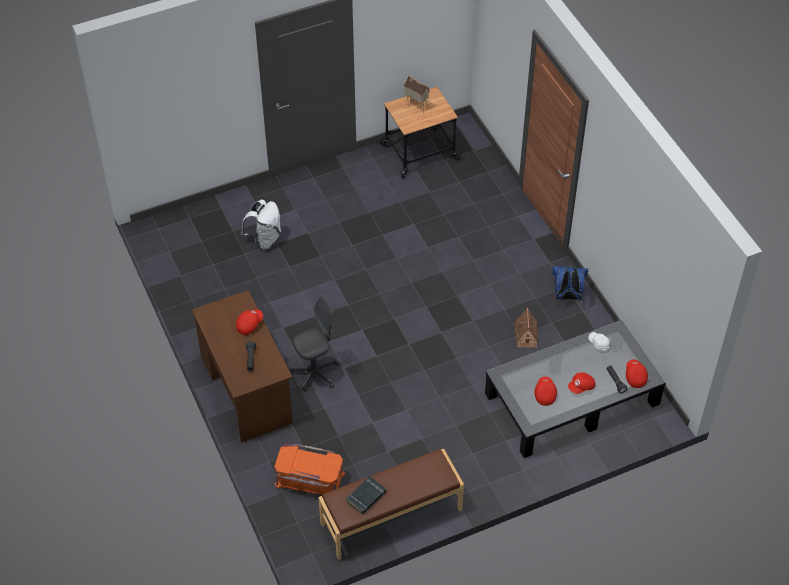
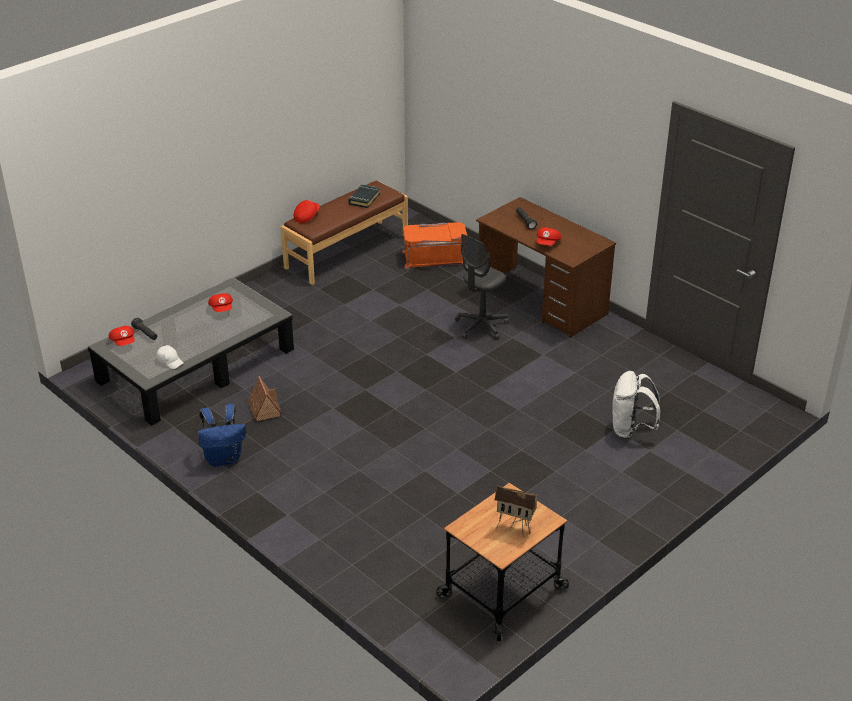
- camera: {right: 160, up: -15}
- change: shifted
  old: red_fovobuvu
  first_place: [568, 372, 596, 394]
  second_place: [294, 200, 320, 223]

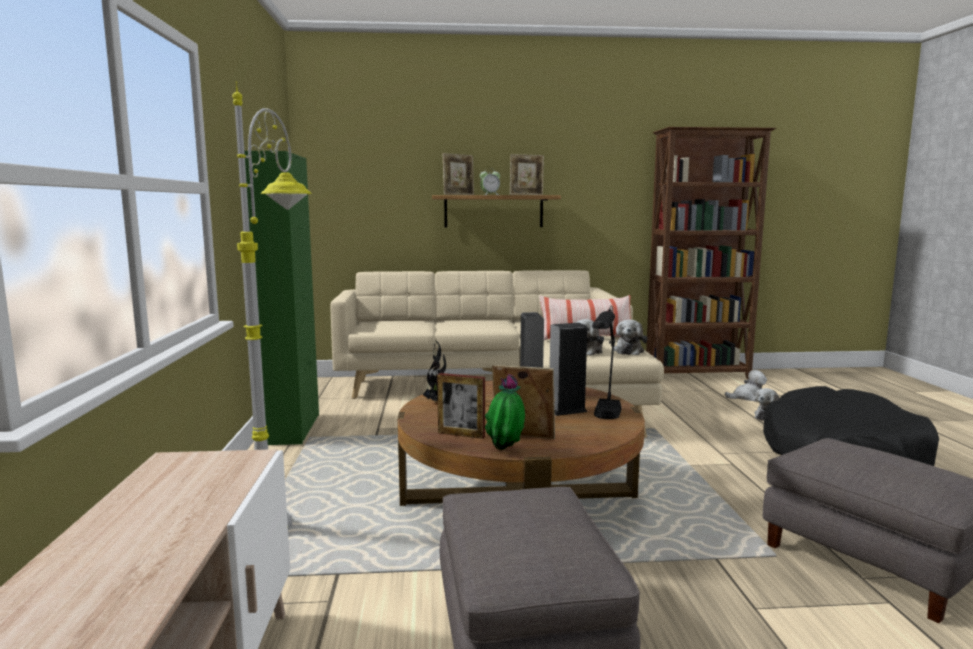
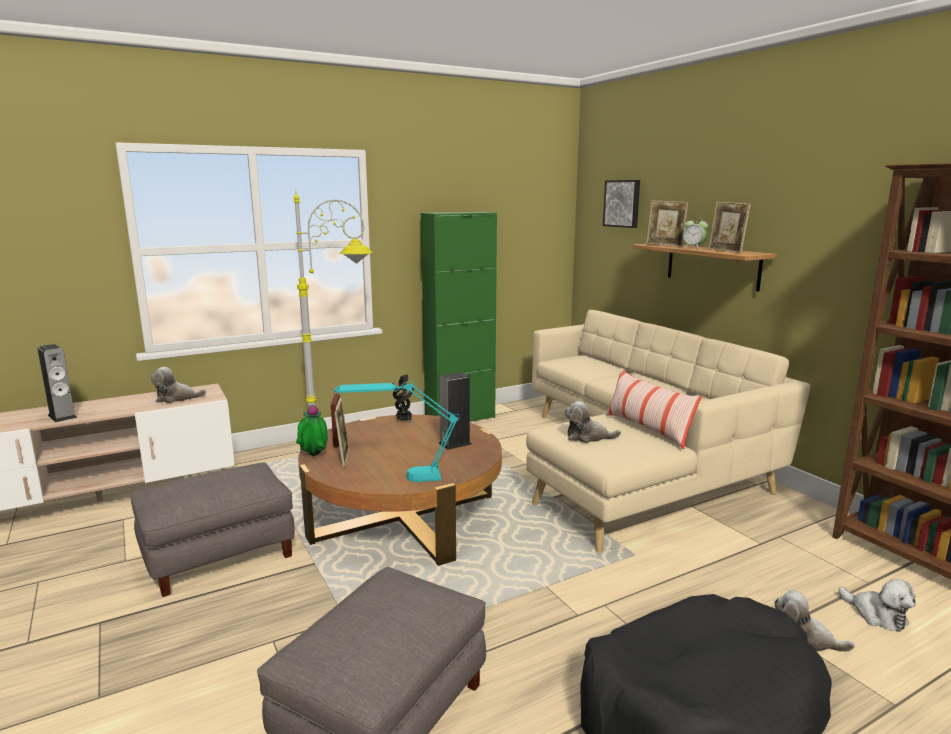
- camera: {right: 65, up: 5}
- change: shifted
  old: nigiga
  first_place: [550, 323, 587, 416]
  second_place: [37, 344, 77, 422]
- change: shifted
  old: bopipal
  first_place: [614, 319, 647, 355]
  second_place: [151, 367, 206, 403]
- change: repainted
  old: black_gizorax
  new: turquoise_gizorax
  first_place: [592, 306, 622, 419]
  second_place: [334, 381, 460, 482]
- change: new
  new: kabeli
  second_place: [603, 180, 640, 228]

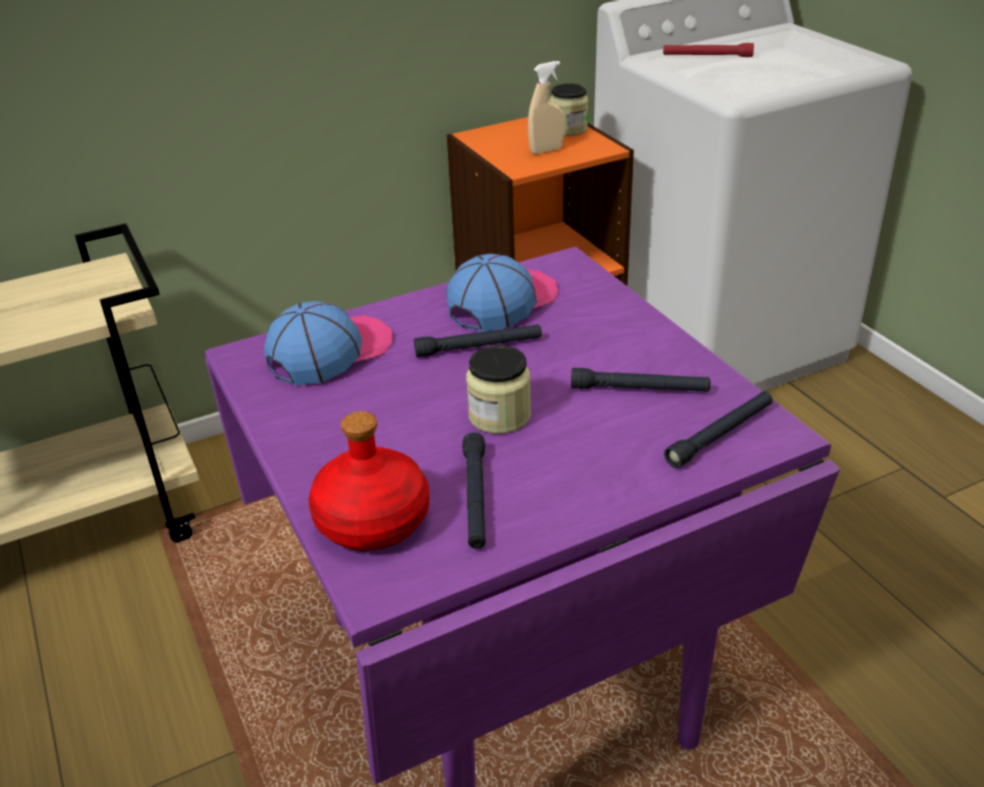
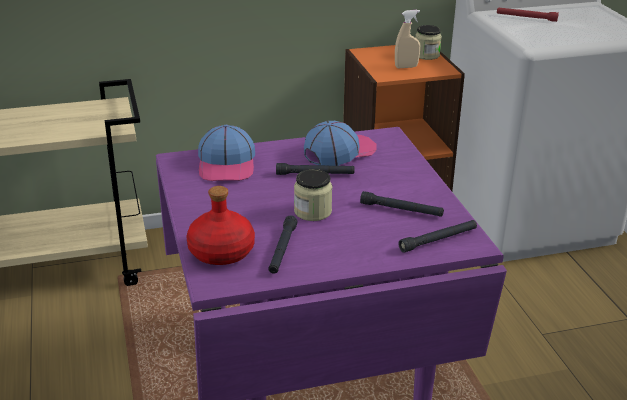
- camera: {right: 10, up: -5}
- change: rotated
  old: fovobuvu
  first_place: [264, 301, 392, 385]
  second_place: [198, 125, 255, 181]
  degrees: 120

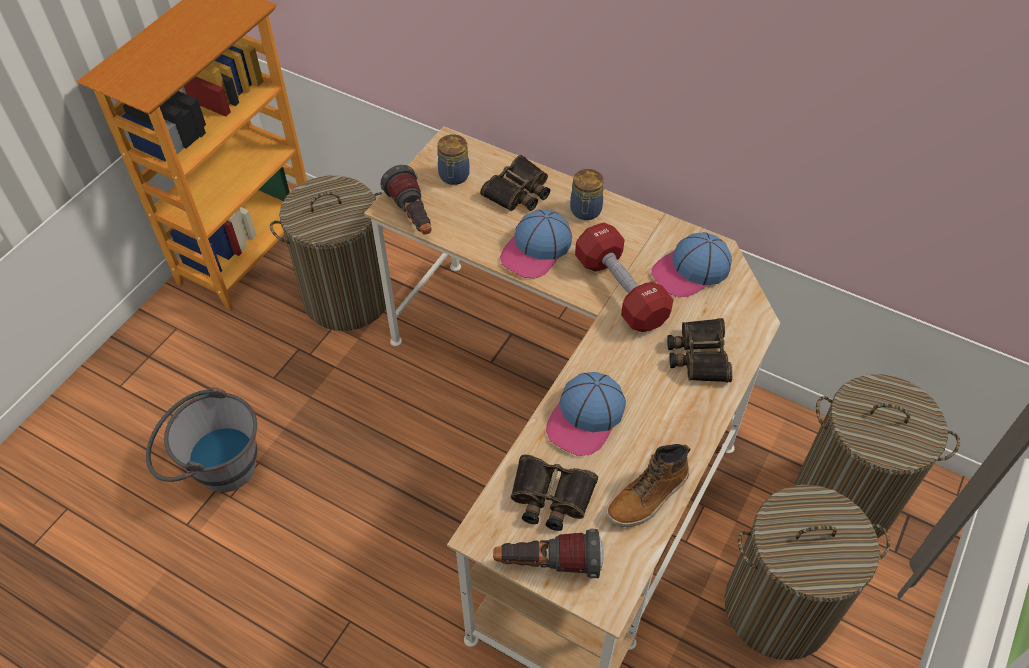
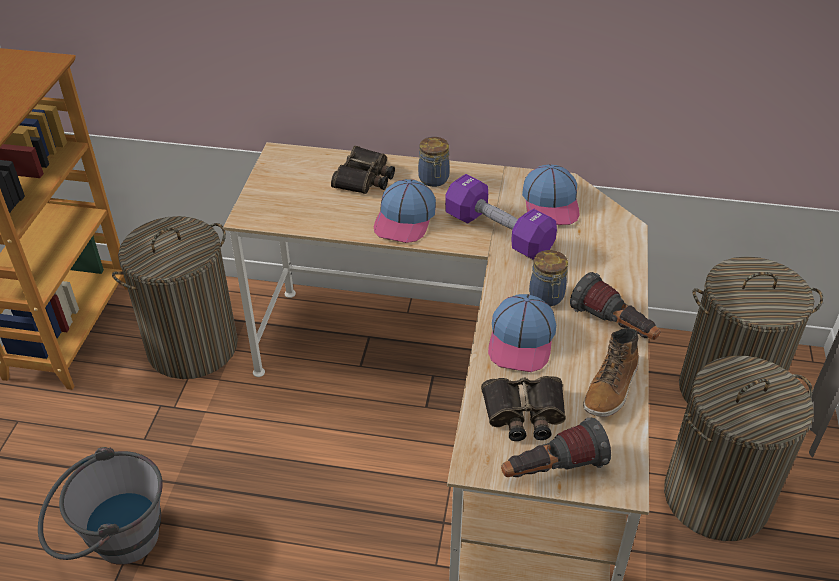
- camera: {right: -20, up: -10}
- change: repainted
  old: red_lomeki
  new: purple_lomeki
  first_place: [575, 222, 674, 332]
  second_place: [445, 174, 557, 260]
- change: rotated
  old: fovobuvu
  first_place: [651, 232, 732, 297]
  second_place: [522, 164, 580, 225]
  degrees: -45
- change: shifted
  old: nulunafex
  first_place: [437, 135, 470, 185]
  second_place: [529, 250, 568, 306]
- change: shifted
  old: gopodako
  first_place: [381, 165, 432, 235]
  second_place: [570, 272, 660, 340]
- change: gone
  old: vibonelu
  first_place: [667, 318, 733, 382]

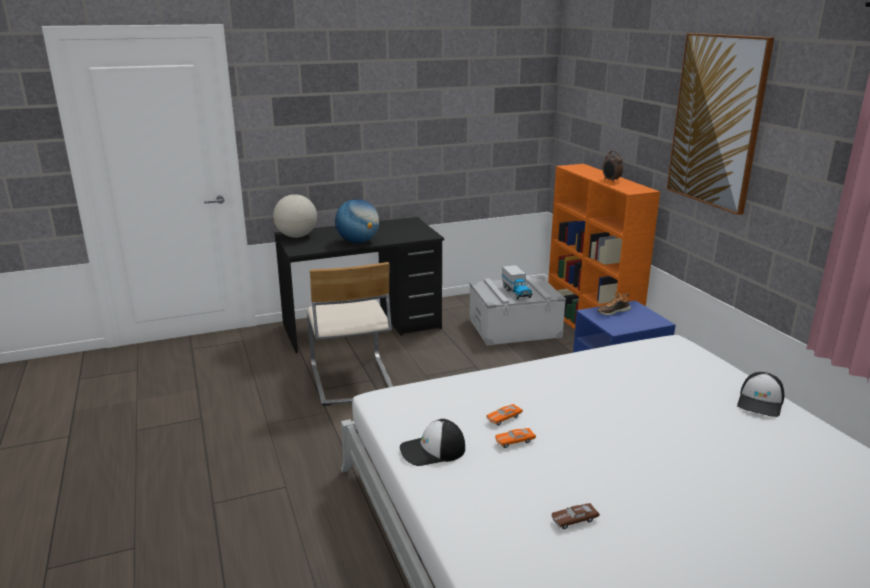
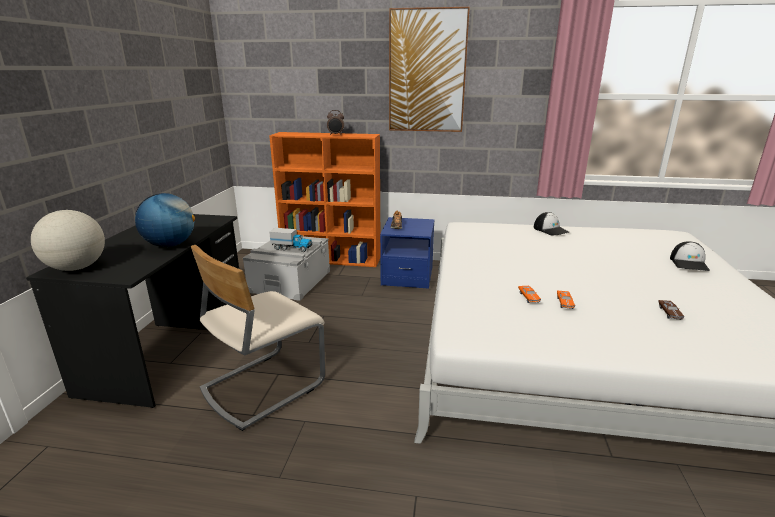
- camera: {right: -60, up: 0}
- change: rotated
  old: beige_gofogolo
  first_place: [307, 262, 393, 406]
  second_place: [191, 245, 325, 431]
  degrees: 120
- change: shifted
  old: fovobuvu
  first_place: [400, 419, 465, 466]
  second_place: [670, 241, 710, 271]

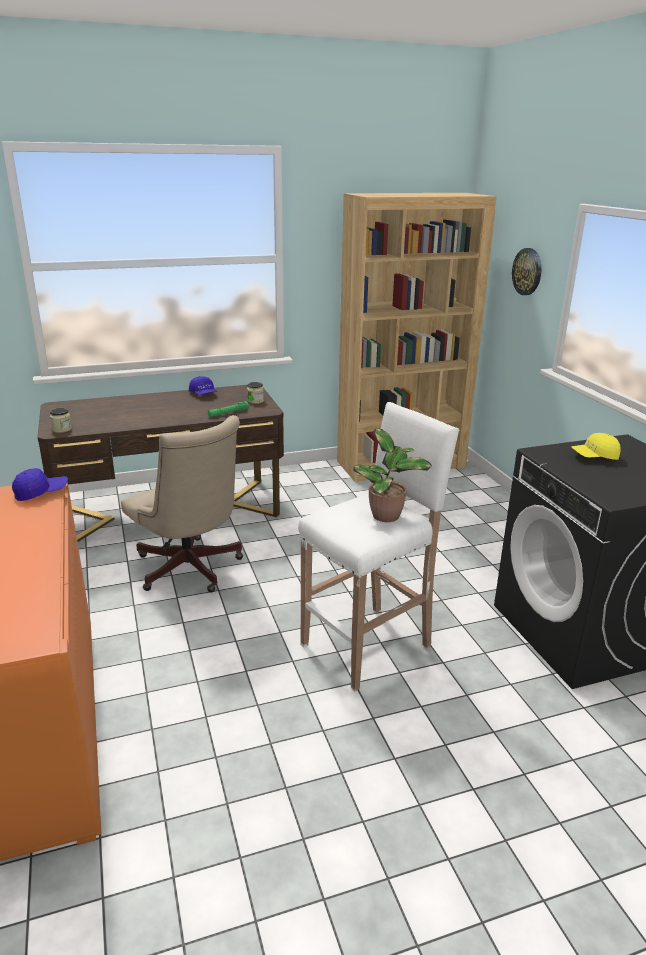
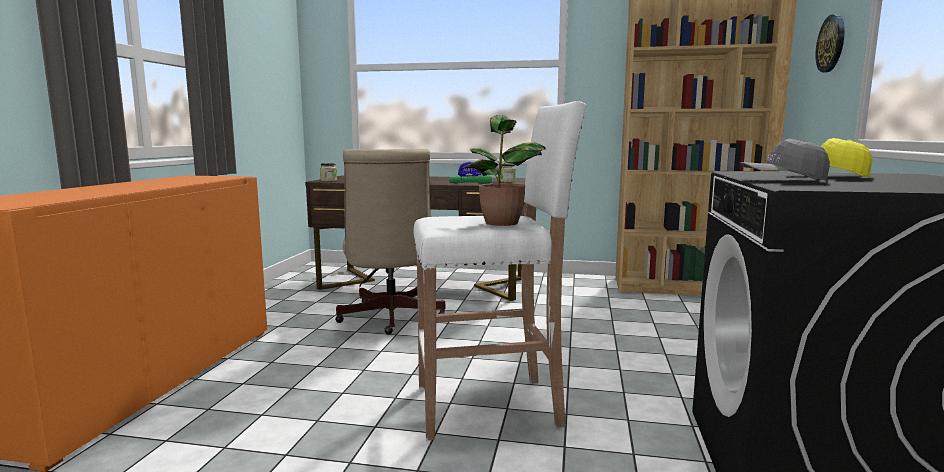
- camera: {right: 30, up: -15}
- change: new
  new: grey_fovobuvu
  second_place: [740, 139, 830, 181]
- change: gone
  old: blue_fovobuvu
  first_place: [12, 468, 68, 501]

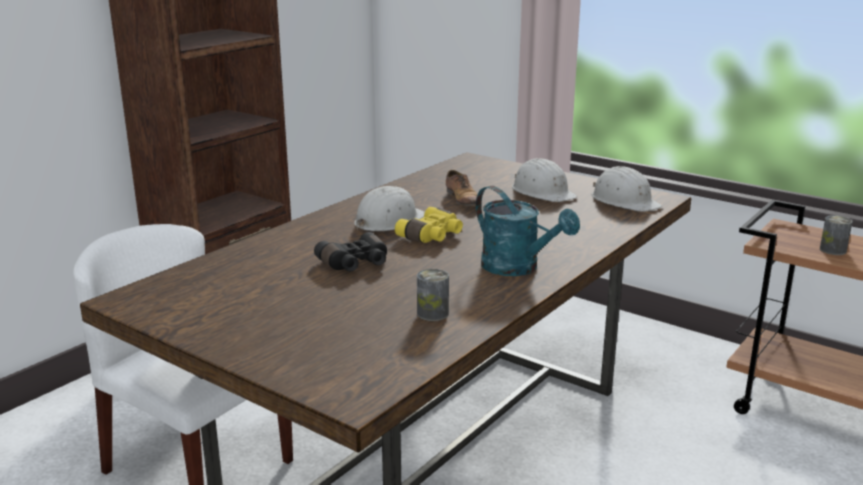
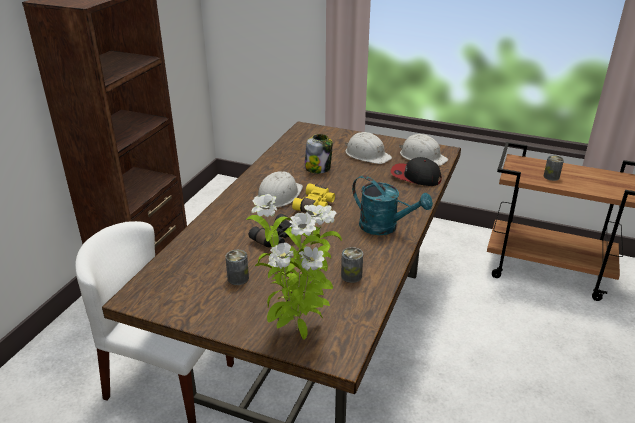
- camera: {right: -15, up: 10}
- change: new
  new: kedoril
  second_place: [226, 250, 249, 285]
- change: new
  new: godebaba
  second_place: [246, 194, 342, 340]
- change: swapped
  old: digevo
  new: nulunafex
  first_place: [446, 170, 477, 206]
  second_place: [304, 134, 333, 173]
- change: new
  new: fovobuvu
  second_place: [391, 157, 442, 186]

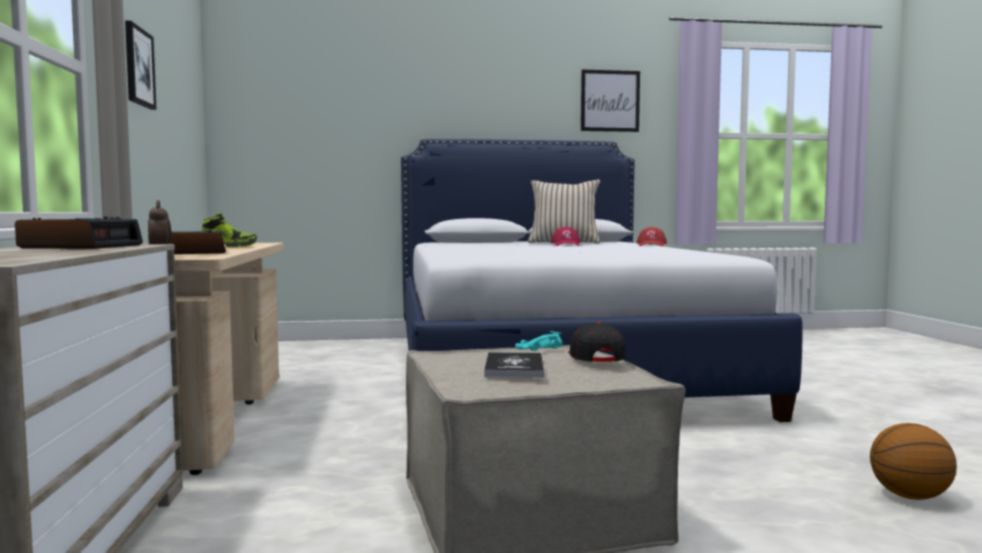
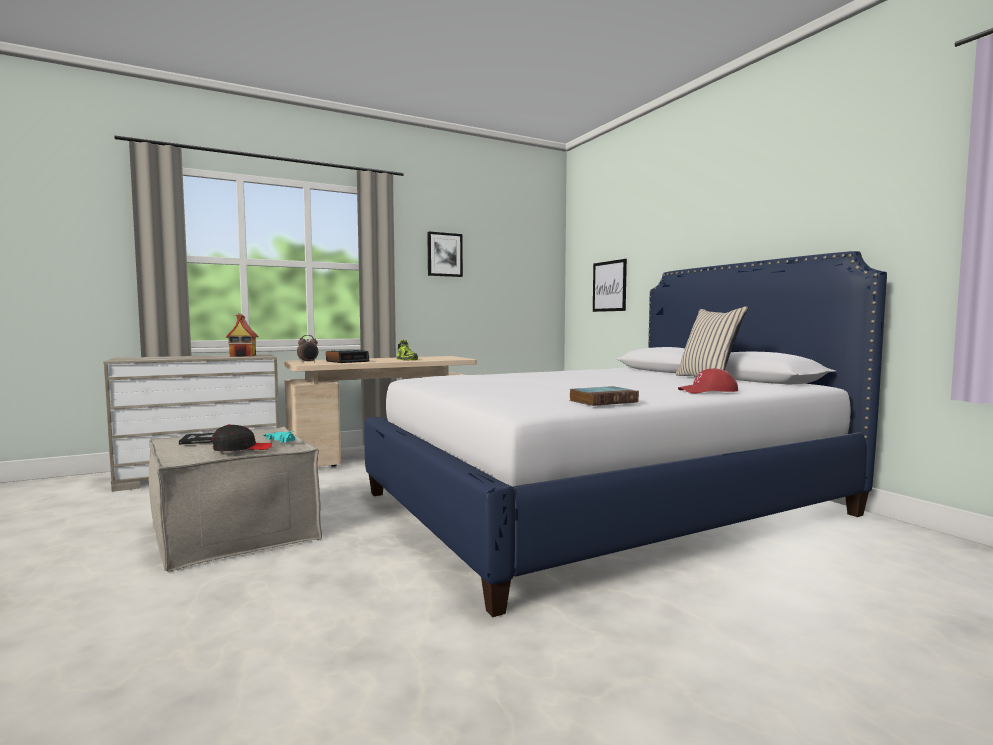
- camera: {right: 70, up: 0}
- change: swapped
  old: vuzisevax
  new: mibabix
  first_place: [15, 217, 143, 249]
  second_place: [225, 313, 259, 357]
- change: new
  new: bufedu
  second_place: [569, 386, 639, 406]
- change: shifted
  old: kabeli
  first_place: [581, 70, 640, 132]
  second_place: [593, 259, 627, 312]
- change: gone
  old: red_fovobuvu
  first_place: [551, 227, 580, 246]
- change: gone
  old: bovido
  first_place: [870, 423, 957, 500]

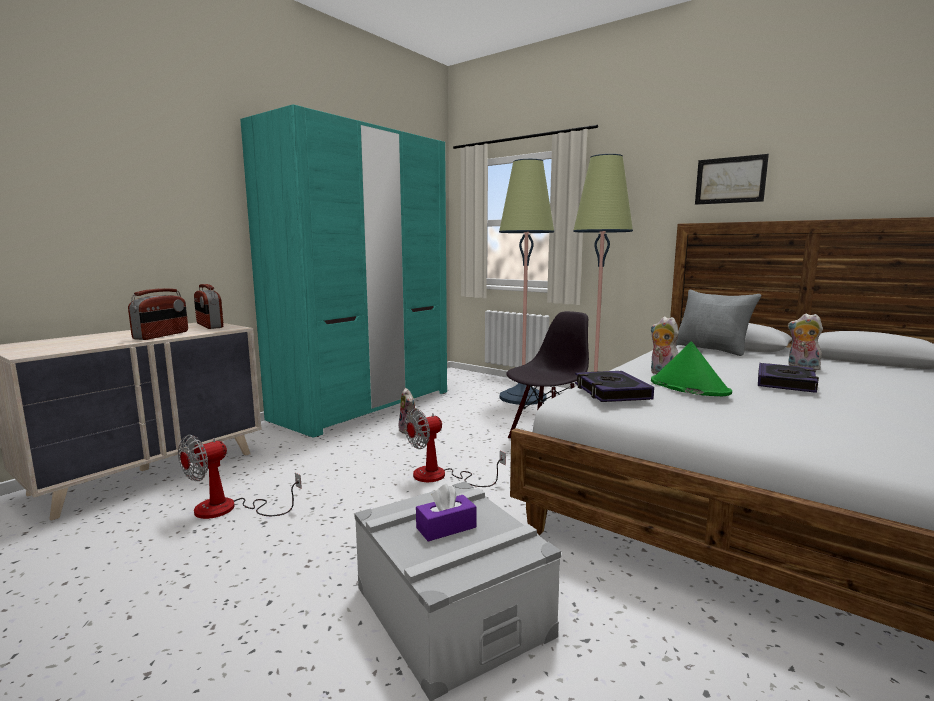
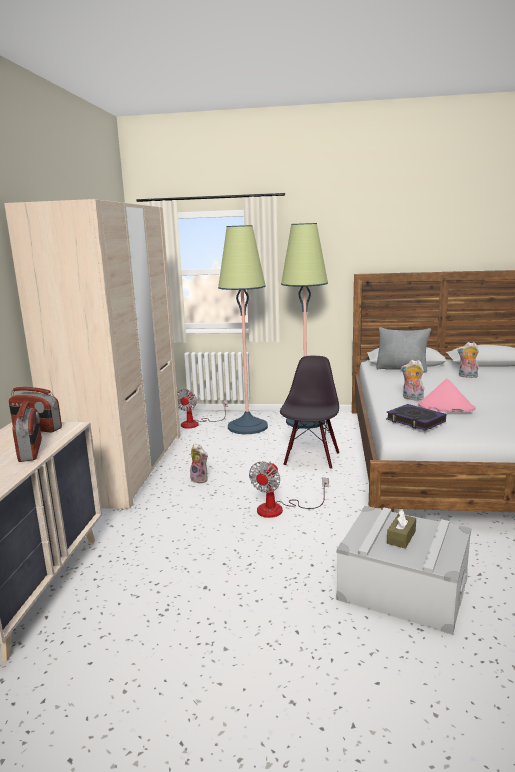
- camera: {right: -30, up: 5}
- change: repainted
  old: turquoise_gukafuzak
  new: beige_gukafuzak
  first_place: [240, 104, 447, 438]
  second_place: [4, 199, 181, 510]
- change: shifted
  old: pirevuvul
  first_place: [178, 435, 302, 519]
  second_place: [177, 389, 228, 428]
- change: repainted
  old: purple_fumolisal
  new: brown_fumolisal
  first_place: [416, 484, 477, 541]
  second_place: [387, 510, 416, 549]
- change: repainted
  old: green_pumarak
  new: pink_pumarak
  first_place: [651, 342, 732, 396]
  second_place: [418, 378, 475, 412]
- change: gone
  old: kabeli
  first_place: [695, 154, 769, 205]
- change: gone
  old: bufedu
  first_place: [758, 363, 819, 393]

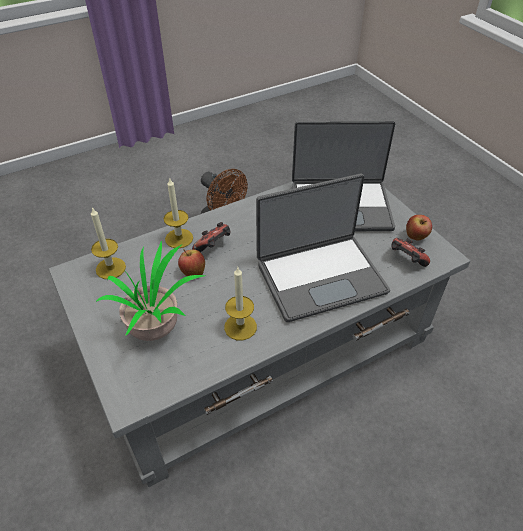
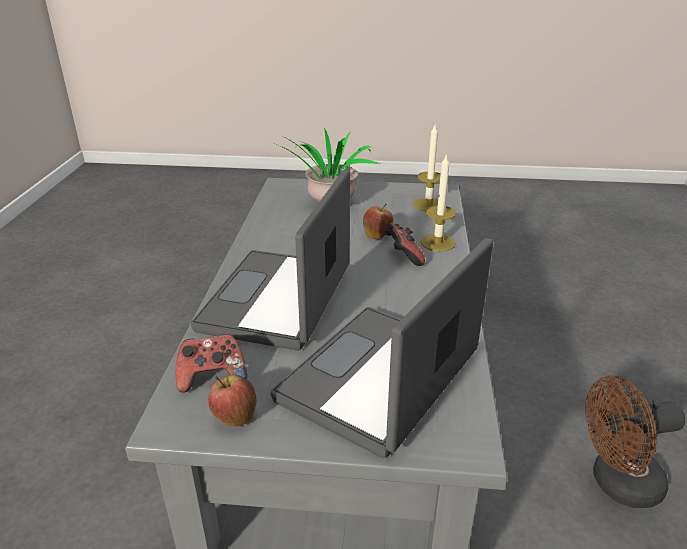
- camera: {right: 125, up: -15}
- change: gone
  old: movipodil
  first_place: [224, 267, 257, 340]

